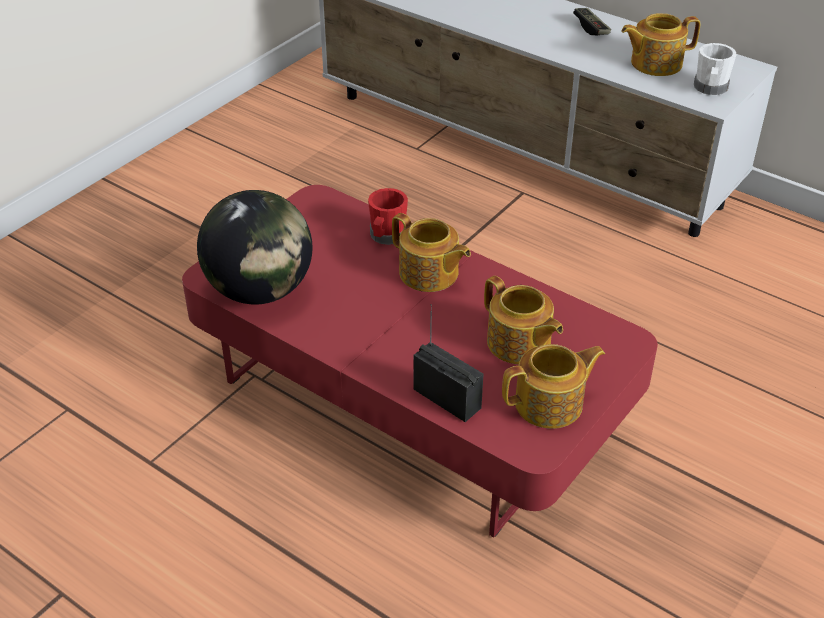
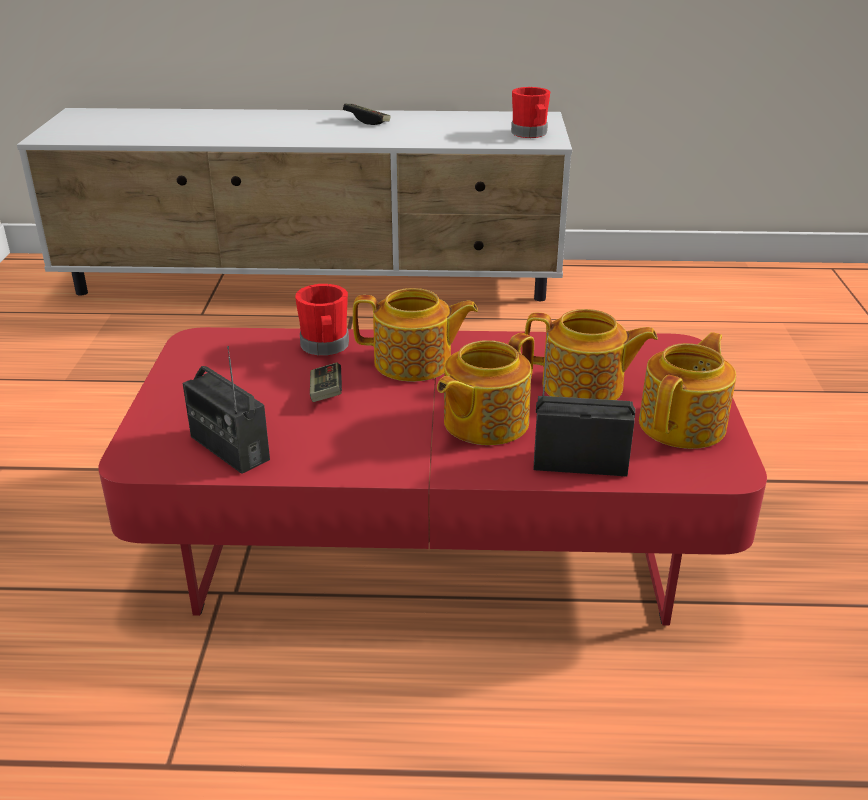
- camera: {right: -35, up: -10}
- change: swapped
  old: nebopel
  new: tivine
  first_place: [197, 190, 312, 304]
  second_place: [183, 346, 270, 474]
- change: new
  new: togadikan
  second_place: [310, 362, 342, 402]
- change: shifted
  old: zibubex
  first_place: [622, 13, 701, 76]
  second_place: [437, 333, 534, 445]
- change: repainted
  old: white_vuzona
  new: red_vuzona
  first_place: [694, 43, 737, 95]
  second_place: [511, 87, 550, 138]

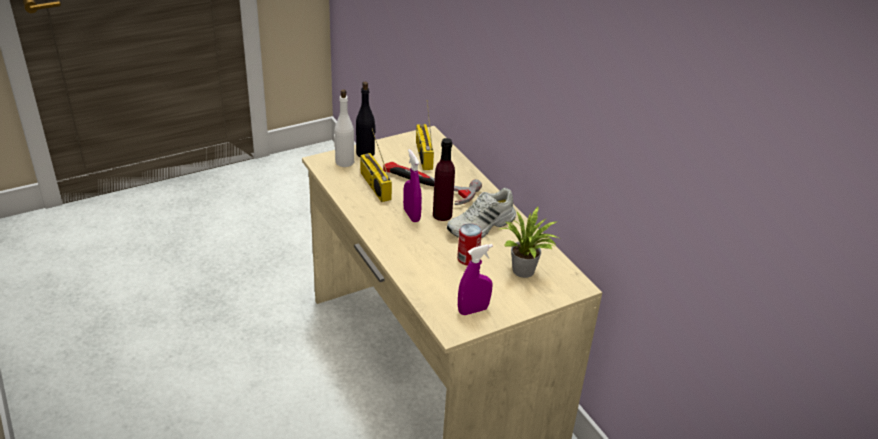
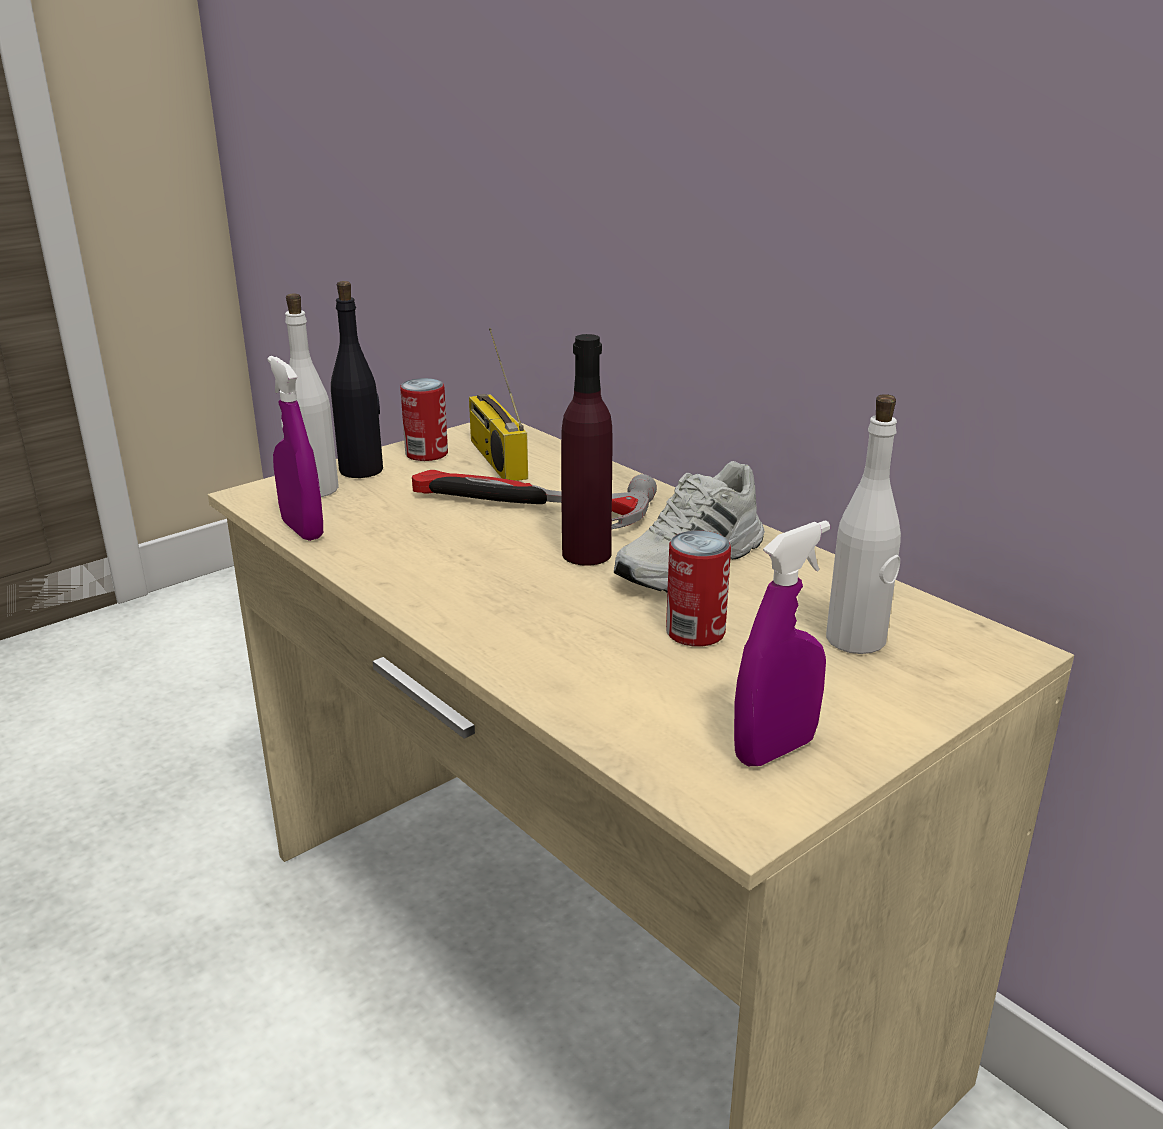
- camera: {right: -10, up: -10}
- change: shifted
  old: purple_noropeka
  first_place: [403, 149, 422, 222]
  second_place: [267, 356, 323, 541]
- change: new
  new: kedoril
  second_place: [400, 378, 448, 461]
- change: swapped
  old: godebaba
  new: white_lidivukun
  first_place: [500, 207, 561, 278]
  second_place: [826, 394, 901, 654]
- change: gone
  old: tivine
  first_place: [360, 128, 392, 202]

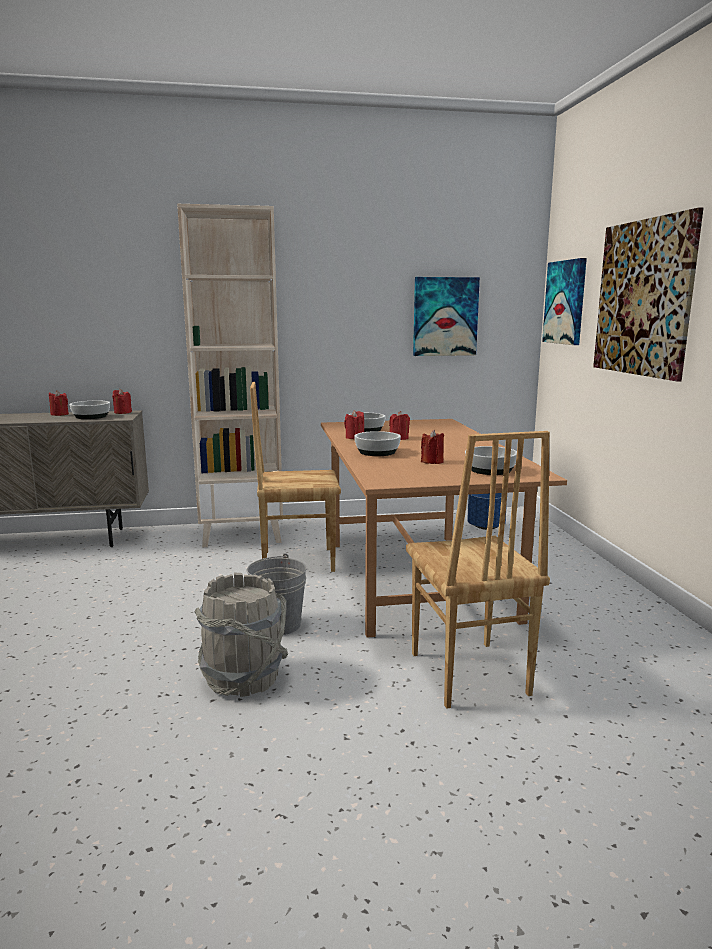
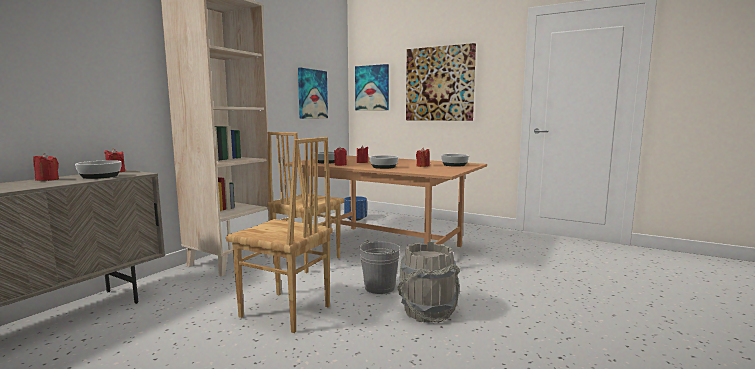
- camera: {right: -50, up: -5}
- change: shifted
  old: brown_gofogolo
  first_place: [406, 431, 550, 709]
  second_place: [226, 137, 333, 333]

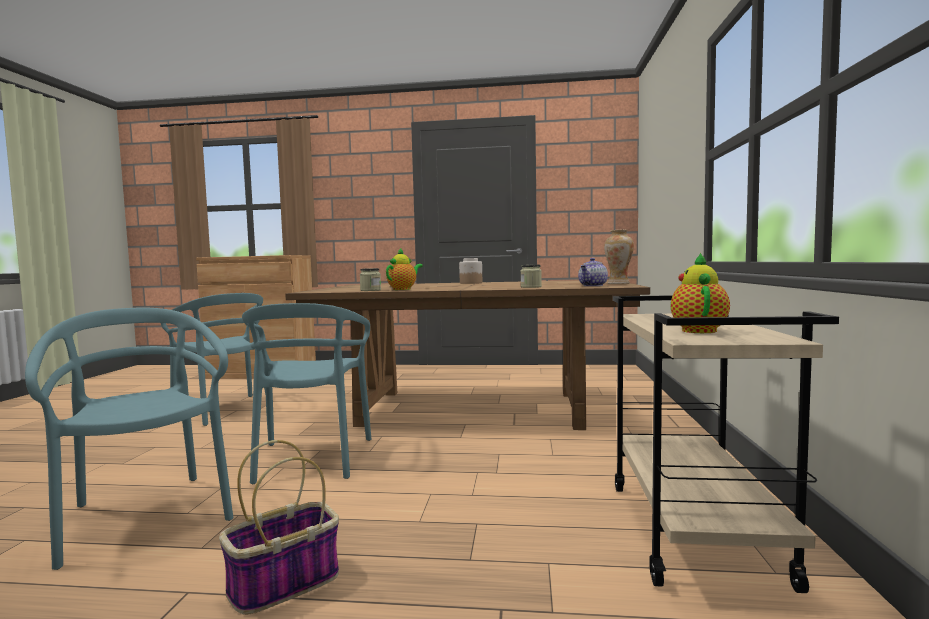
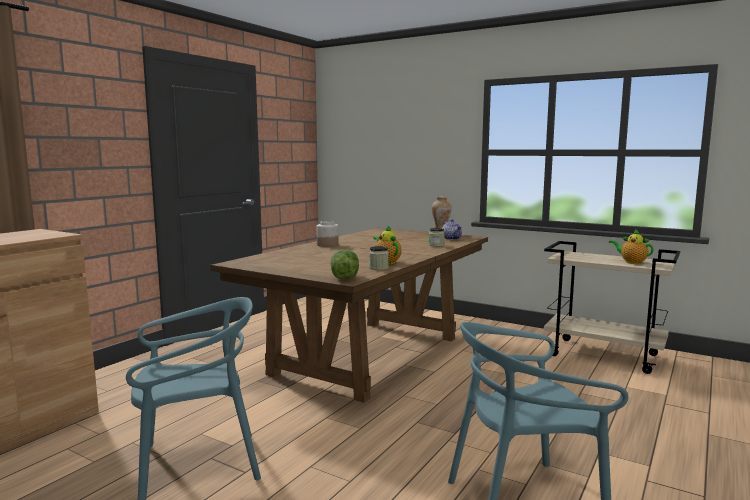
- camera: {right: -65, up: 5}
- change: new
  new: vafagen
  second_place: [331, 249, 359, 280]
- change: gone
  old: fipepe
  first_place: [219, 440, 339, 615]
- change: gone
  old: turquoise_gofogolo
  first_place: [242, 303, 372, 484]

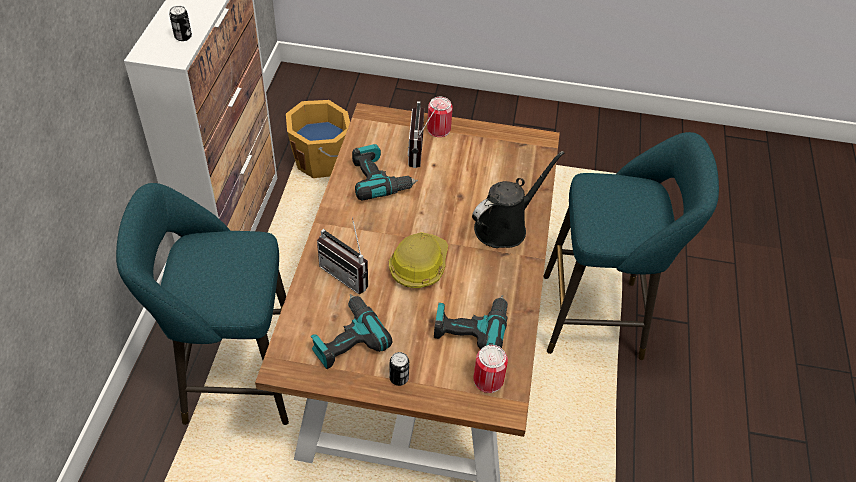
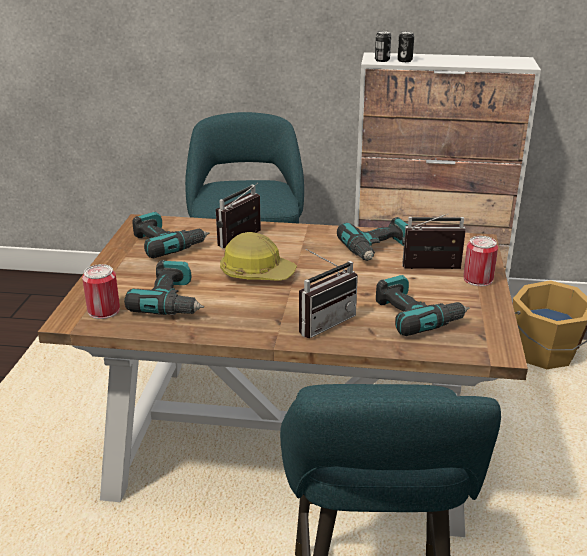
- camera: {right: 90, up: -20}
- change: swapped
  old: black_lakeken
  new: tivine
  first_place: [472, 151, 564, 248]
  second_place: [299, 249, 358, 338]
- change: shifted
  old: kedoril
  first_place: [389, 352, 409, 386]
  second_place: [375, 31, 391, 62]
- change: new
  new: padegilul
  second_place: [376, 275, 470, 336]

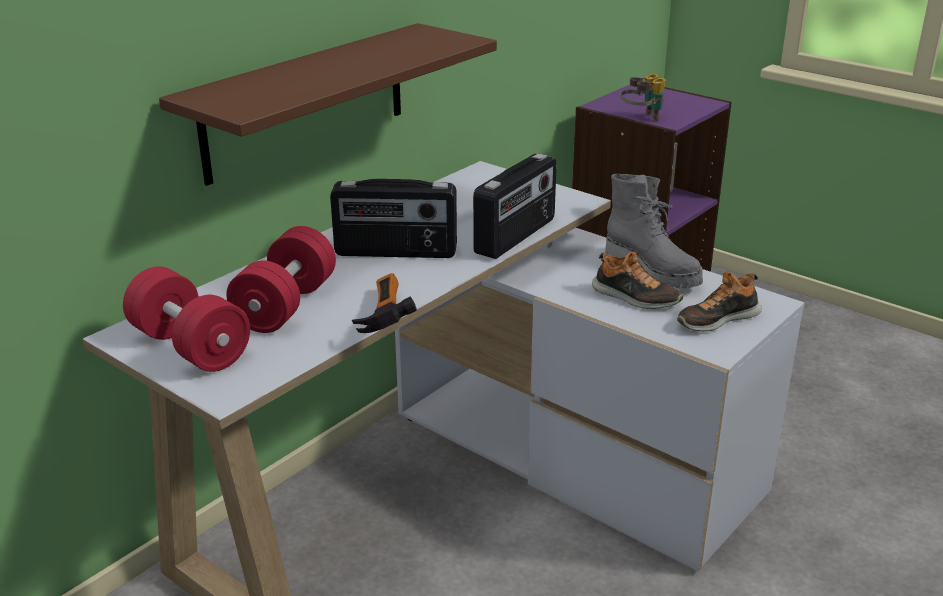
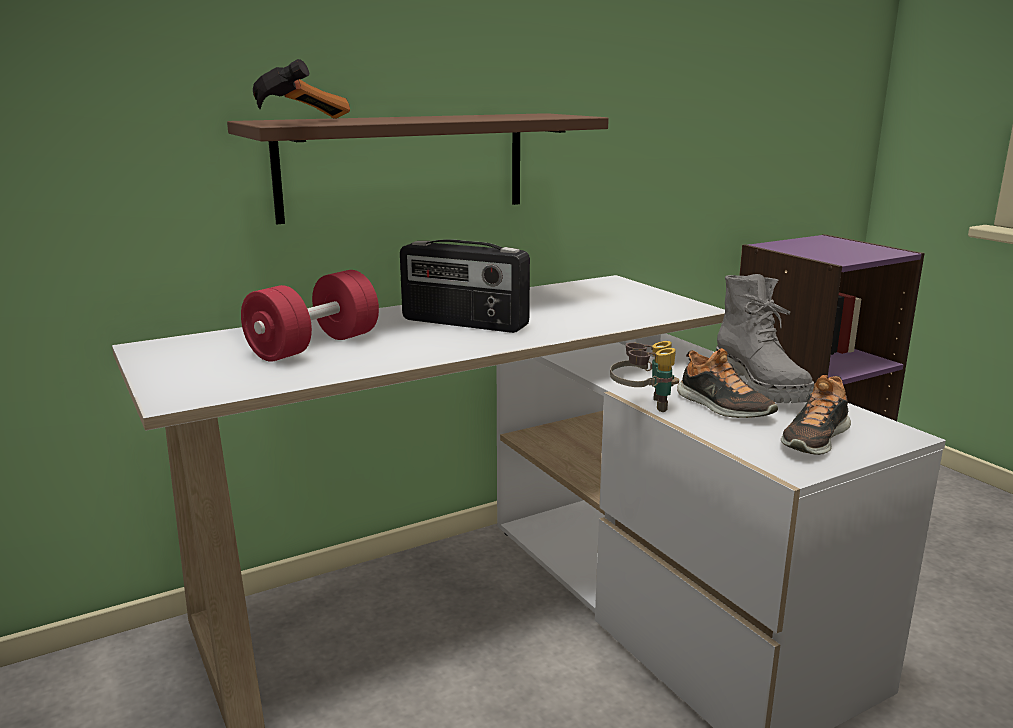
- camera: {right: 20, up: -10}
- change: shifted
  old: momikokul
  first_place: [352, 273, 417, 333]
  second_place: [253, 59, 350, 119]
- change: shifted
  old: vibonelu
  first_place: [620, 74, 666, 121]
  second_place: [610, 341, 679, 412]
- change: rotated
  old: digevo
  first_place: [677, 271, 762, 331]
  second_place: [781, 375, 851, 455]
  degrees: -45
- change: gone
  old: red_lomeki
  first_place: [123, 266, 250, 372]
- change: gone
  old: tivine
  first_place: [473, 153, 557, 259]

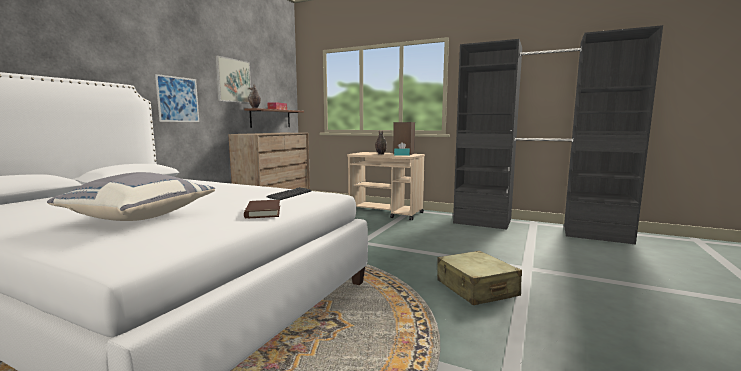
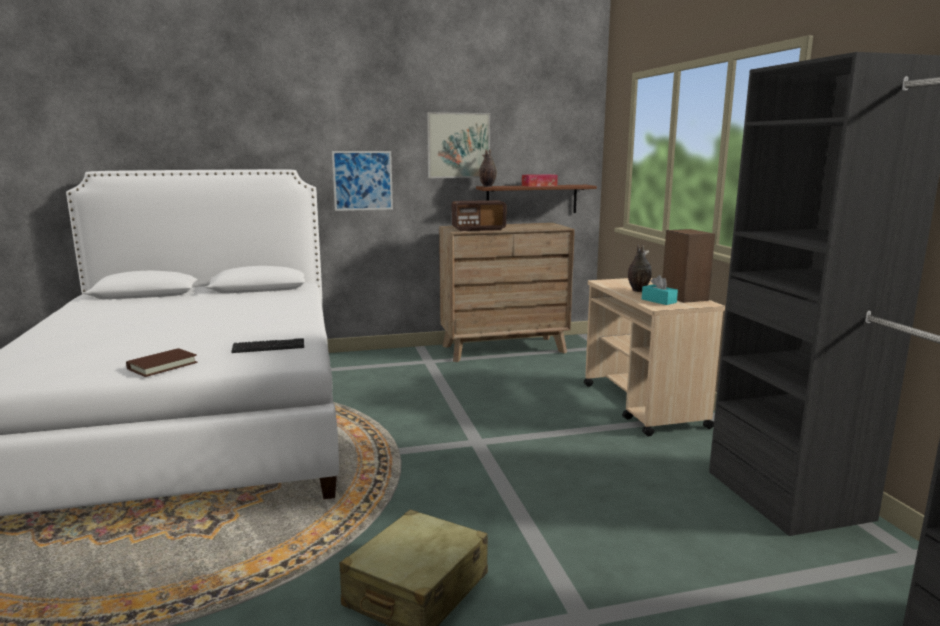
- camera: {right: 50, up: 5}
- change: new
  new: tivine
  second_place: [452, 200, 506, 231]
- change: gone
  old: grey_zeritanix
  first_place: [47, 172, 215, 221]

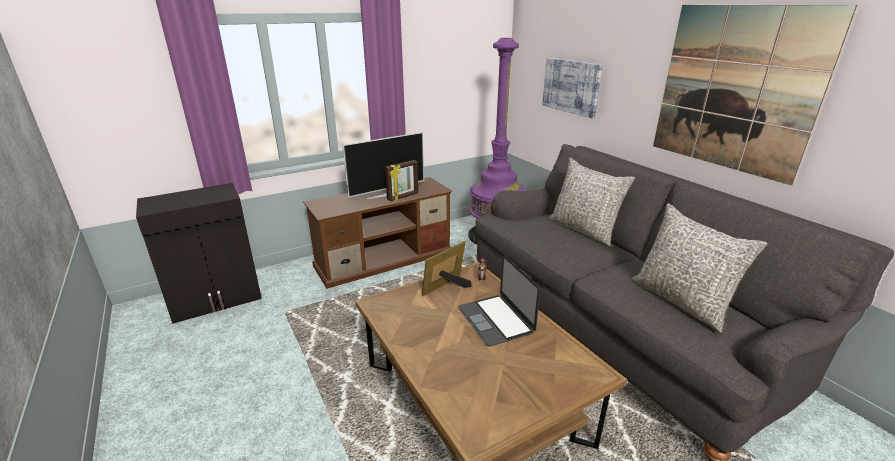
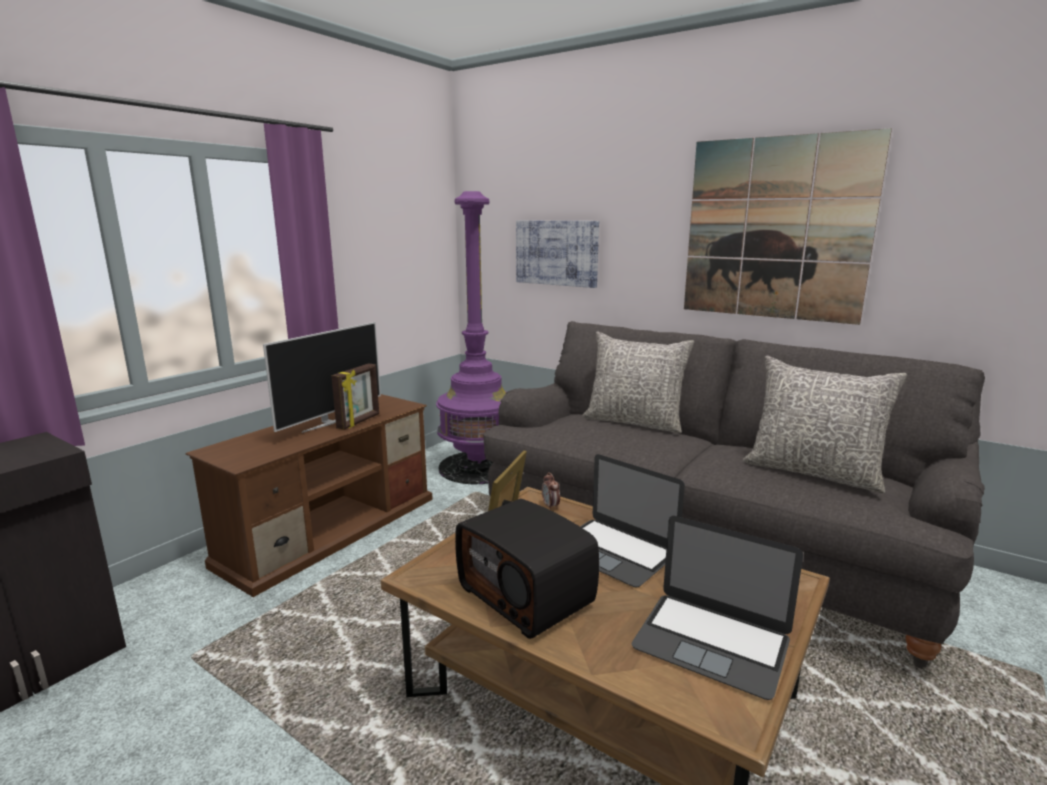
- camera: {right: -25, up: -10}
- change: new
  new: tivine
  second_place: [455, 499, 599, 639]
- change: new
  new: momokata
  second_place: [632, 516, 803, 700]

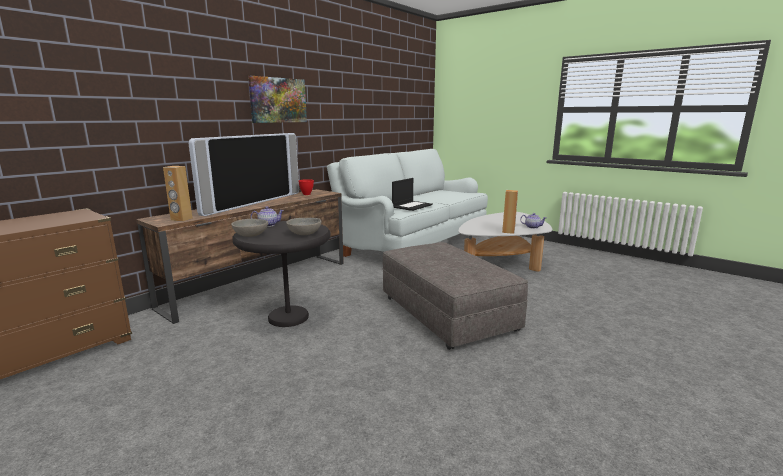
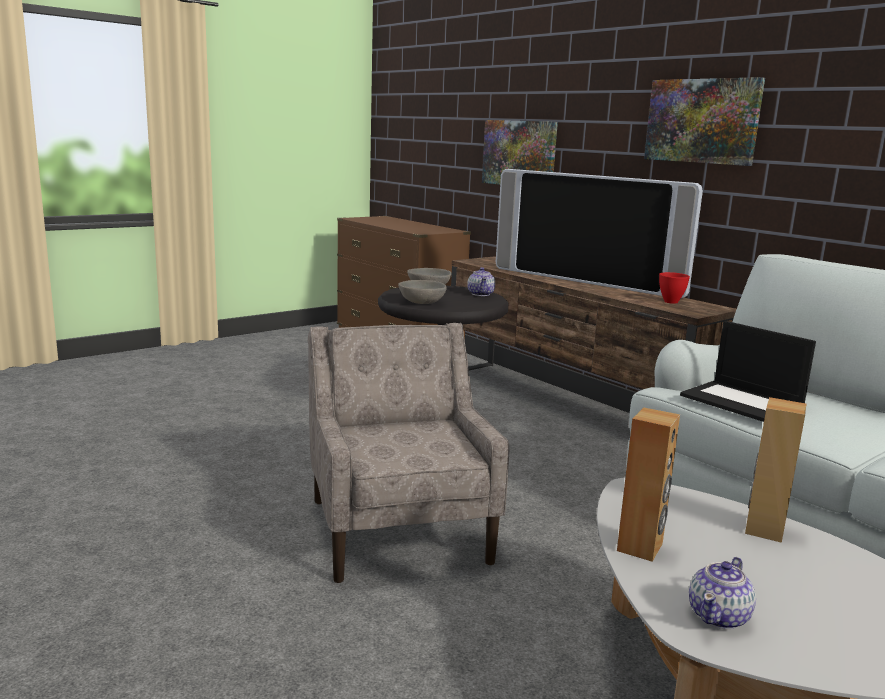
- camera: {right: 100, up: 0}
- change: swapped
  old: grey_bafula
  new: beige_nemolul
  first_place: [382, 242, 528, 350]
  second_place: [308, 323, 510, 583]
- change: new
  new: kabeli
  second_place: [482, 120, 558, 185]
- change: shifted
  old: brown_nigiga
  first_place: [163, 166, 193, 222]
  second_place: [745, 397, 806, 543]

